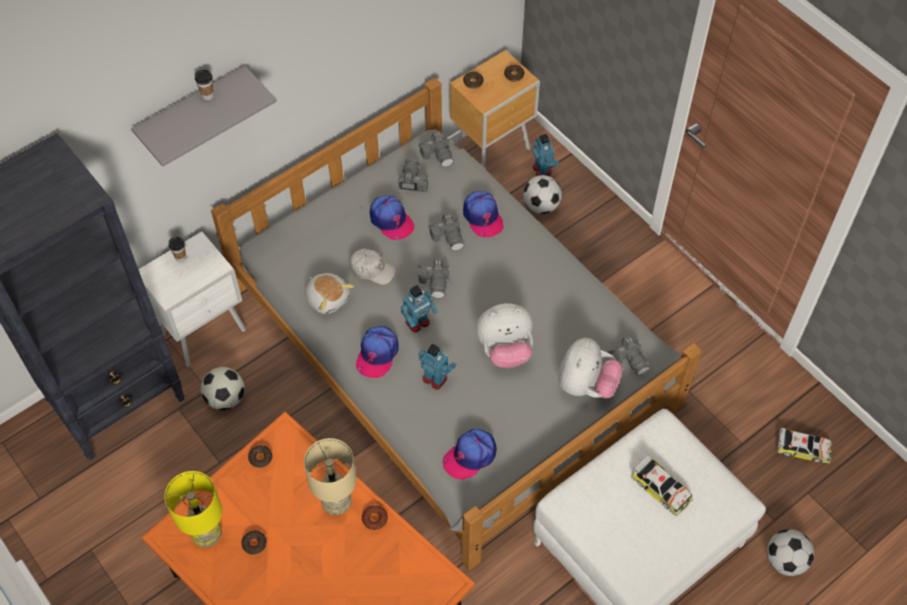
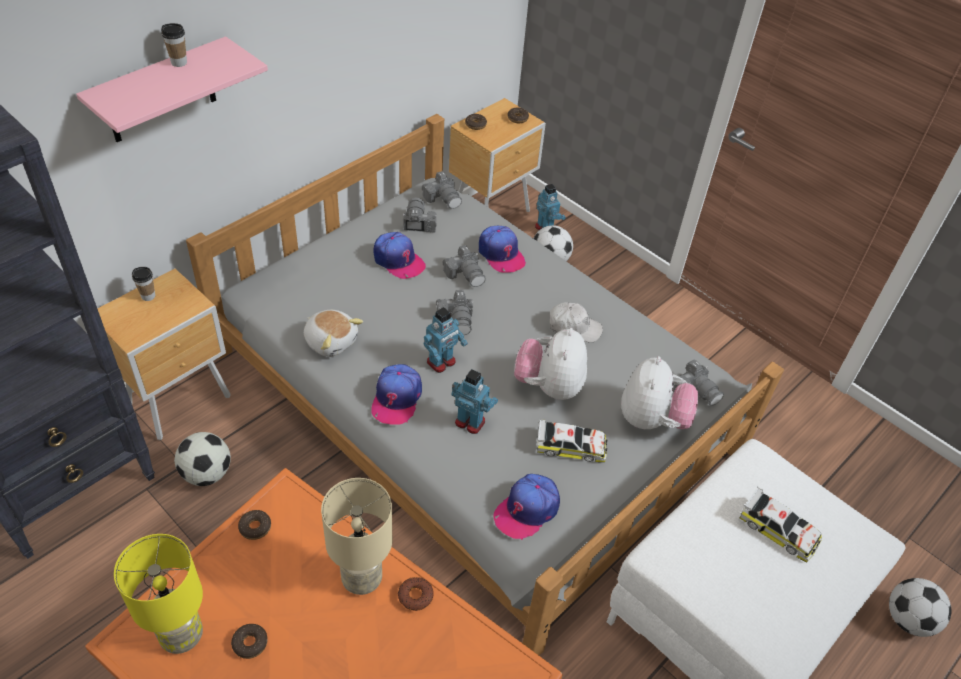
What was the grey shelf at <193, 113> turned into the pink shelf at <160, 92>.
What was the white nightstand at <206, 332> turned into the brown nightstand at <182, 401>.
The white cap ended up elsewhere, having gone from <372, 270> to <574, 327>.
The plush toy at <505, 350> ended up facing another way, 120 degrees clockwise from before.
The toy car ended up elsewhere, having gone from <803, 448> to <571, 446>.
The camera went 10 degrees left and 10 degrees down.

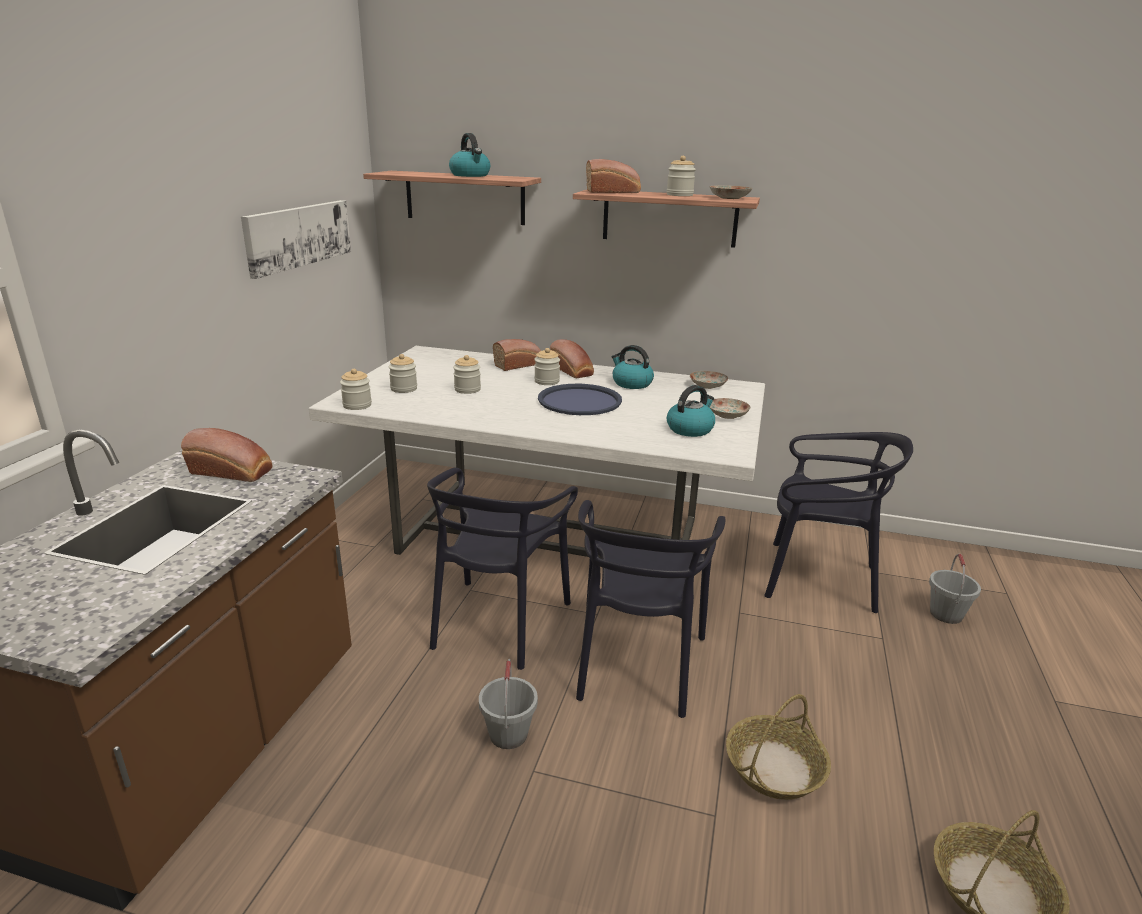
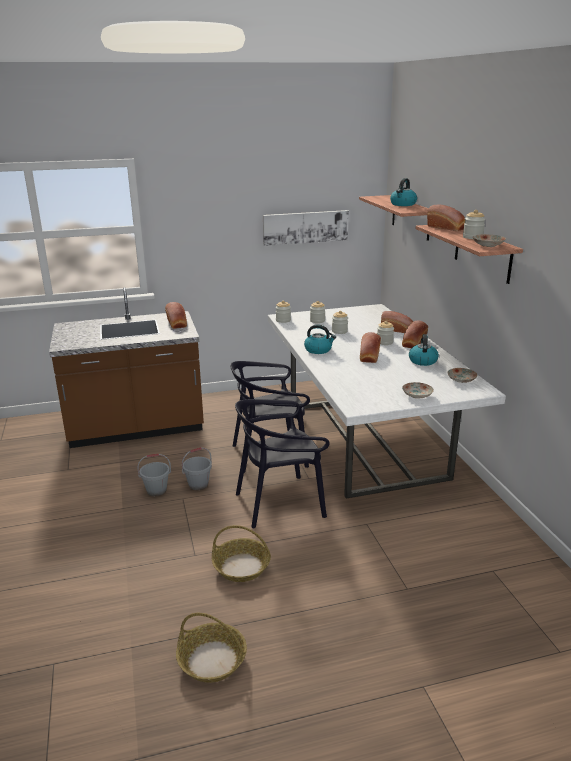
Where the blue tray stood at <580, 401>, the bread came to stand at <369, 356>.
The kettle ended up elsewhere, having gone from <690, 429> to <318, 350>.
The second view lost the black chair at <818, 578>.
The grey bucket ended up elsewhere, having gone from <946, 614> to <156, 491>.
The camera went 60 degrees right and 0 degrees up.

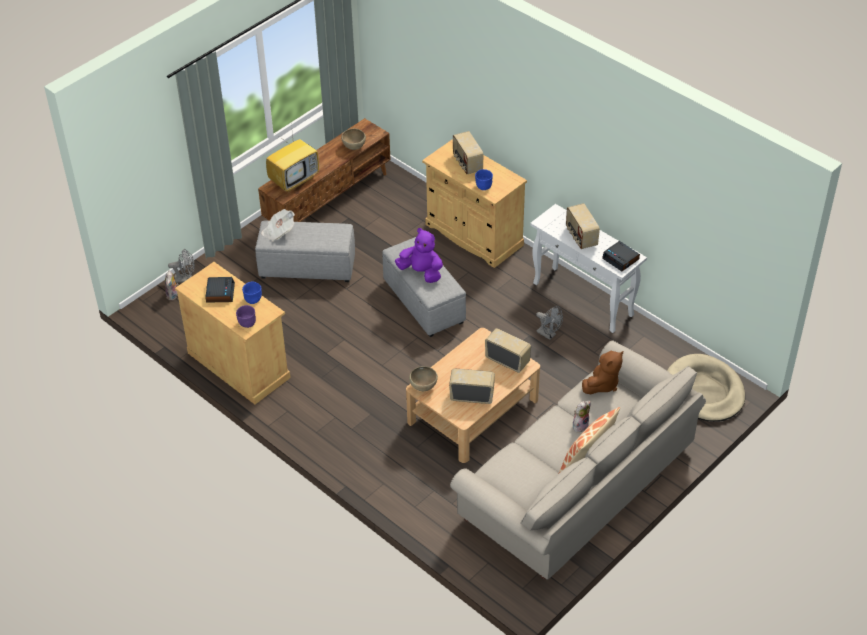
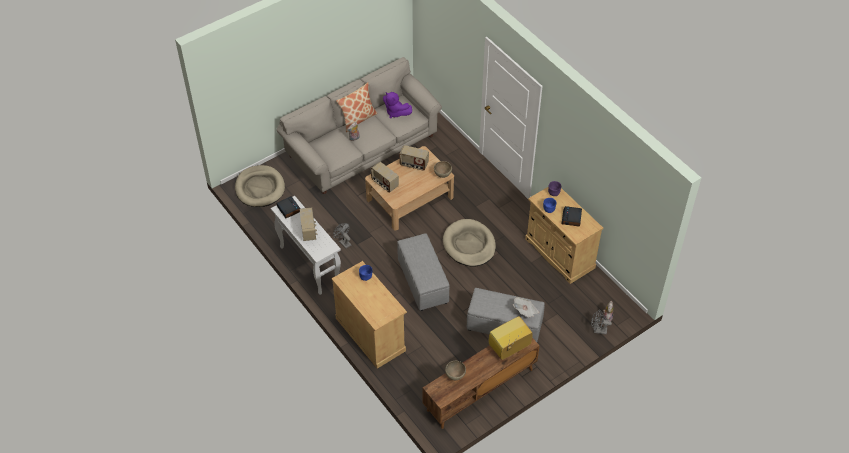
The purple plush toy ended up elsewhere, having gone from <421, 272> to <395, 112>.
The second view lost the radio at <467, 163>.
The second view lost the brown plush toy at <602, 384>.
The second view gained the beige dog bed at <469, 245>.
The camera went 170 degrees left and 5 degrees up.

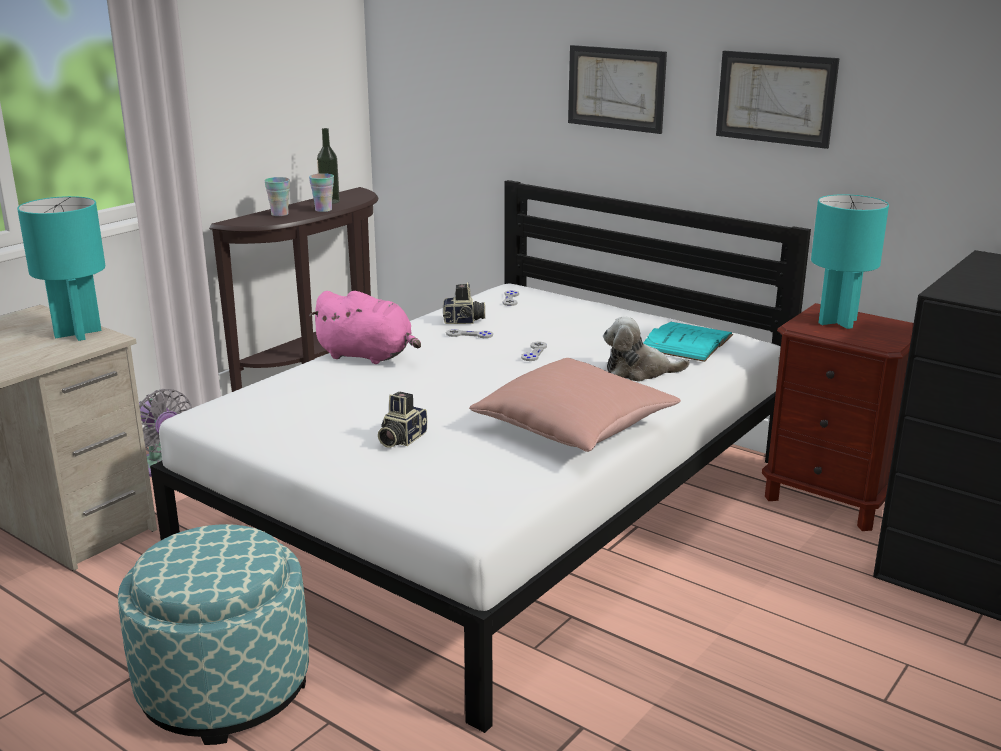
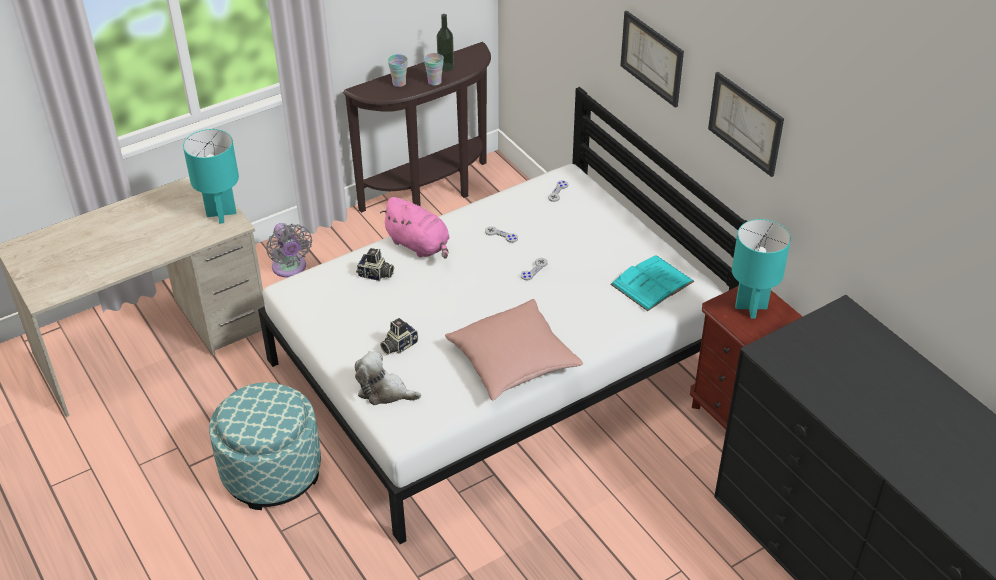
The photo camera ended up elsewhere, having gone from <464, 321> to <376, 275>.
The plush toy ended up elsewhere, having gone from <639, 372> to <384, 392>.
The camera went 20 degrees right and 20 degrees up.

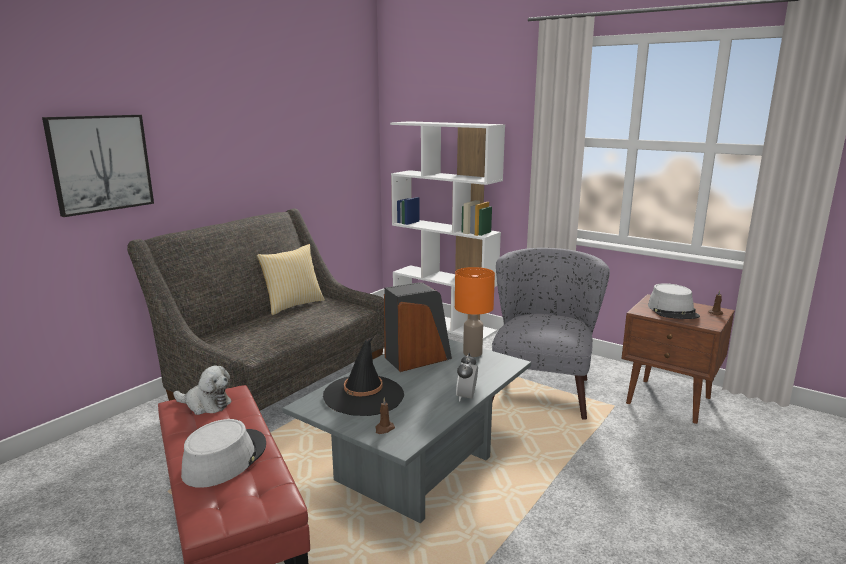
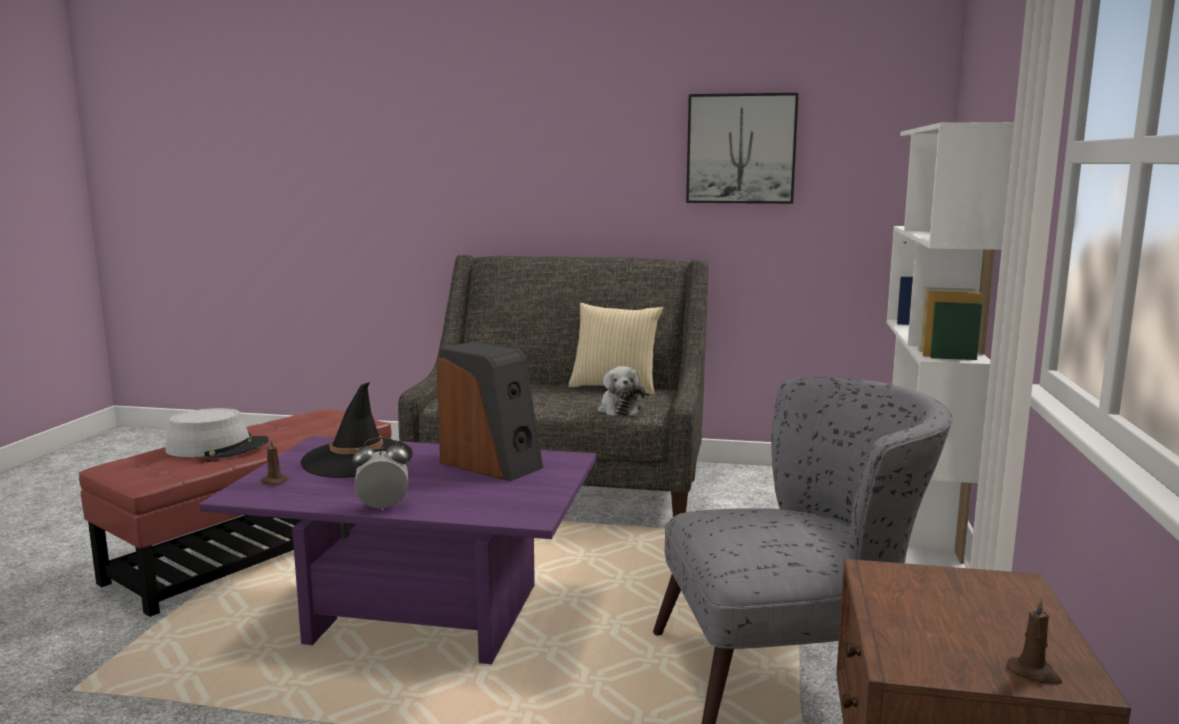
The picture ended up elsewhere, having gone from <100, 163> to <741, 149>.
The plush toy ended up elsewhere, having gone from <205, 404> to <619, 409>.
What was the grey coffee table at <417, 471> turned into the purple coffee table at <419, 617>.
The second view lost the orange table lamp at <472, 353>.
The second view lost the grey hat at <673, 311>.
The camera went 65 degrees right and 5 degrees down.

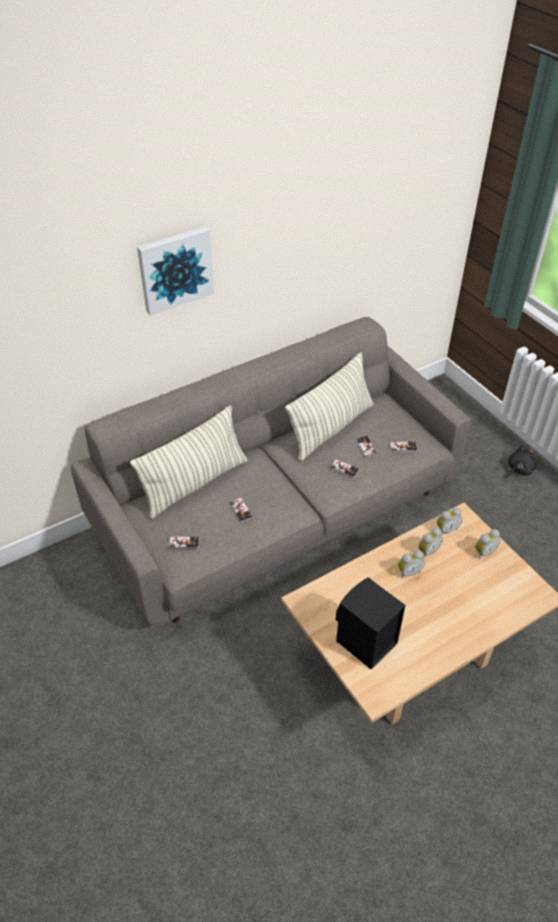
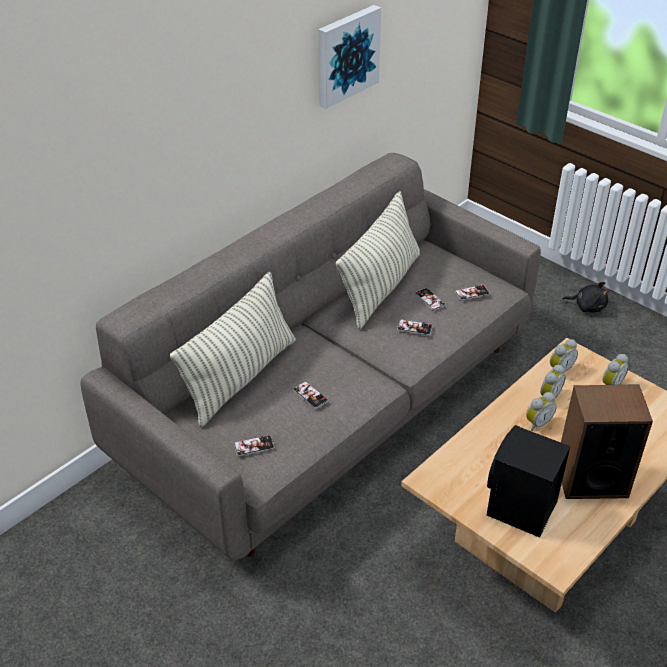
The picture ended up elsewhere, having gone from <175, 269> to <346, 55>.
The black plush toy at <518, 469> ended up facing another way, 75 degrees clockwise from before.
The second view gained the speaker at <591, 479>.
The camera went 15 degrees left and 5 degrees down.

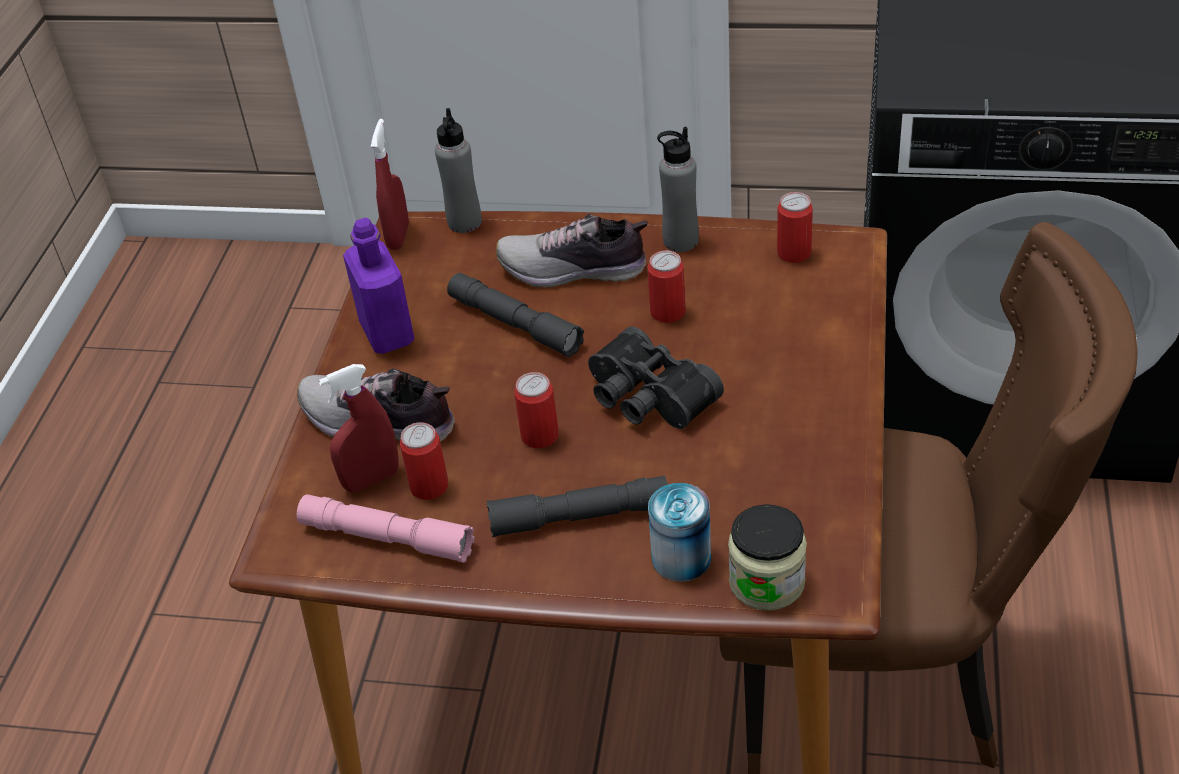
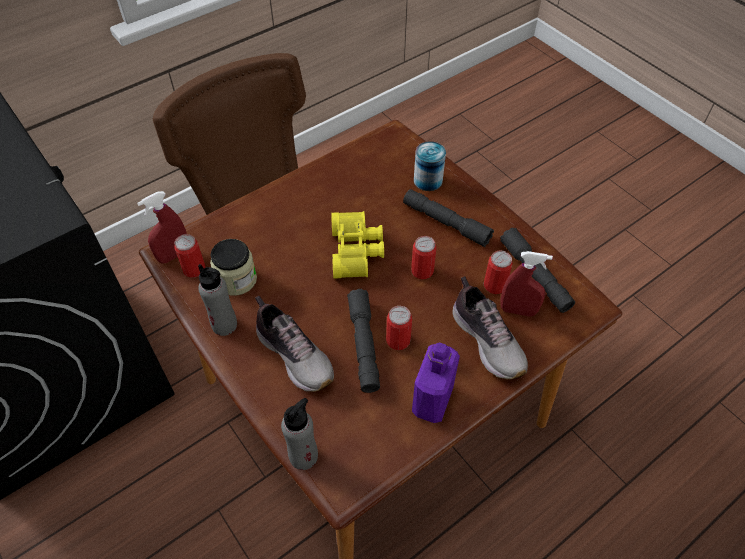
What was the pink flashlight at <387, 538> turned into the grey flashlight at <535, 275>.
The red spray bottle ended up elsewhere, having gone from <398, 236> to <174, 255>.
What was the black binoculars at <646, 398> turned into the yellow binoculars at <357, 251>.
The can ended up elsewhere, having gone from <668, 312> to <398, 340>.
The jar ended up elsewhere, having gone from <767, 582> to <236, 280>.
The camera went 140 degrees left and 10 degrees up.

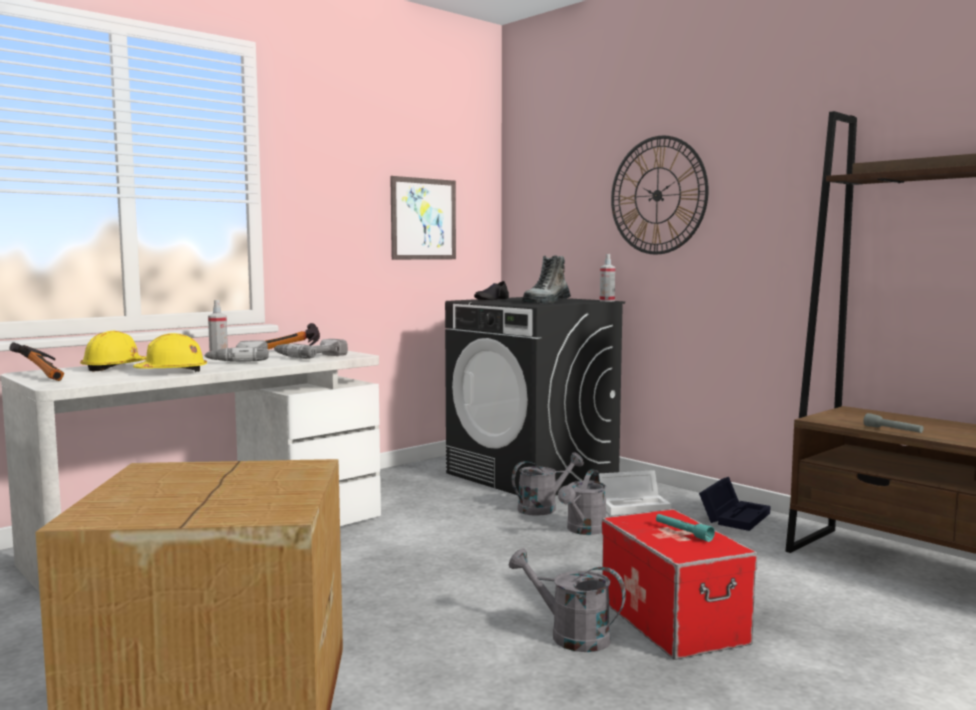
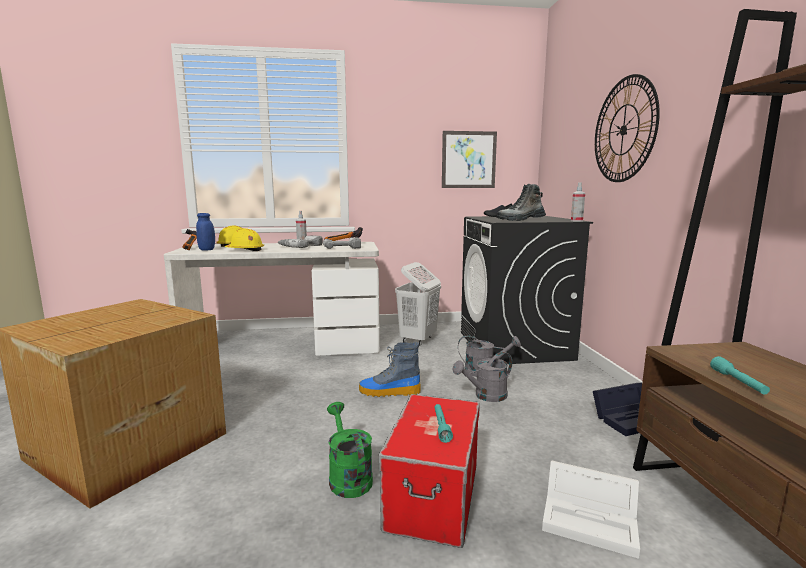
What was the grey watering can at <569, 635> turned into the green watering can at <348, 476>.
The white storage box ended up elsewhere, having gone from <633, 505> to <592, 521>.
What was the grey flashlight at <893, 430> turned into the turquoise flashlight at <738, 383>.
The second view gained the blue jar at <207, 249>.
The second view gained the boot at <389, 392>.
The second view gained the white laundry basket at <418, 339>.
The camera went 35 degrees right and 5 degrees up.

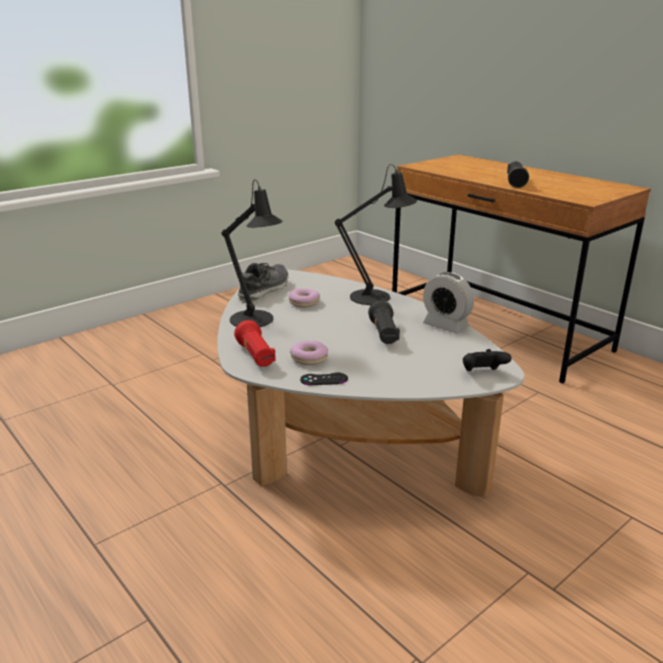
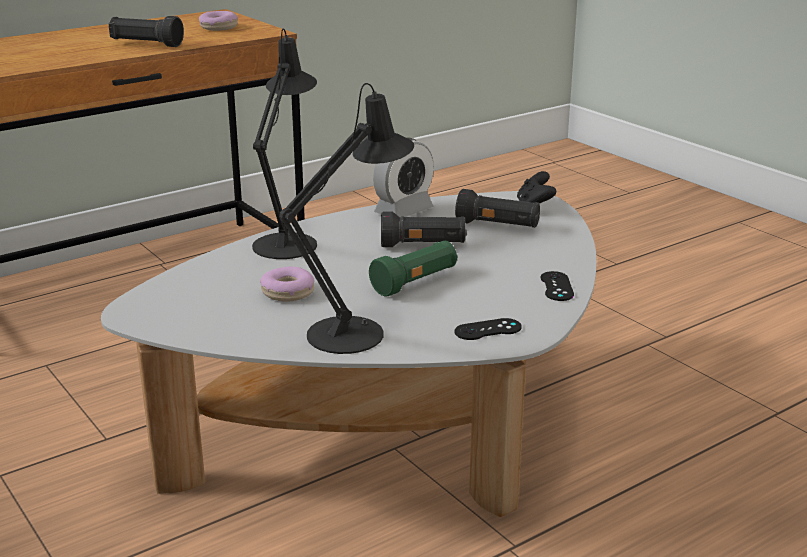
Where the red flashlight stood at <256, 356>, the black game controller came to stand at <488, 330>.
The second view lost the shoe at <264, 290>.
The donut ended up elsewhere, having gone from <309, 358> to <218, 27>.
The second view gained the green flashlight at <415, 282>.
The second view gained the black flashlight at <498, 226>.
The camera went 85 degrees left and 0 degrees up.

